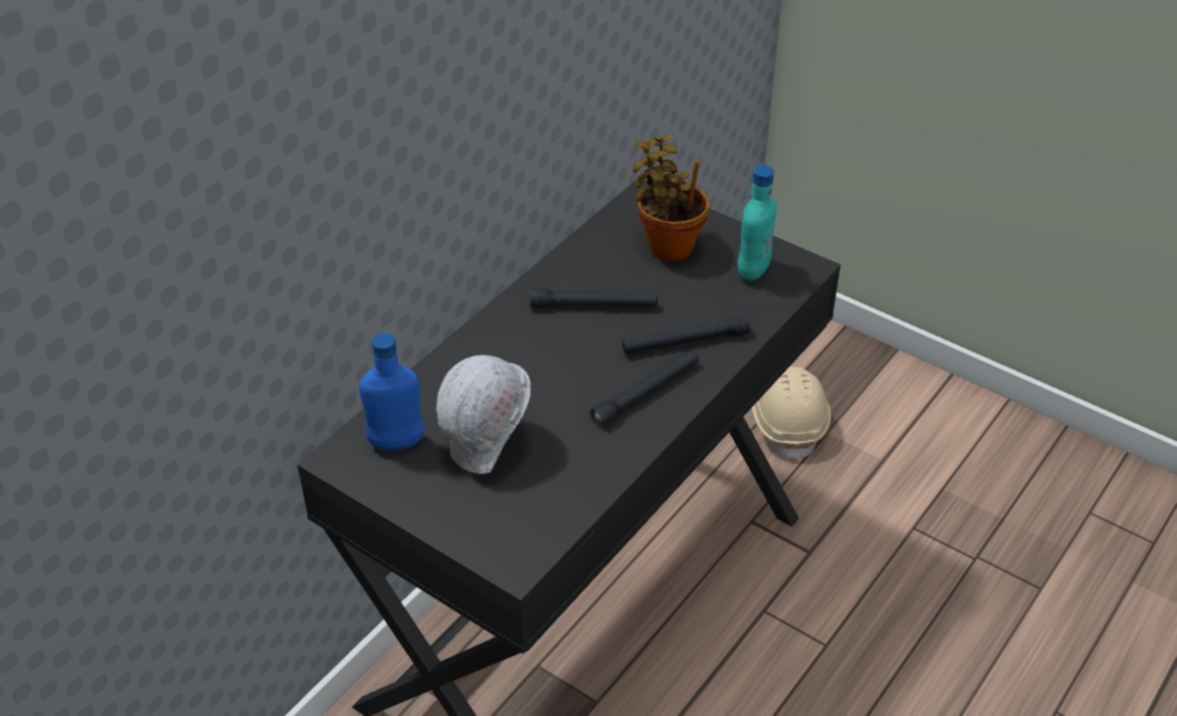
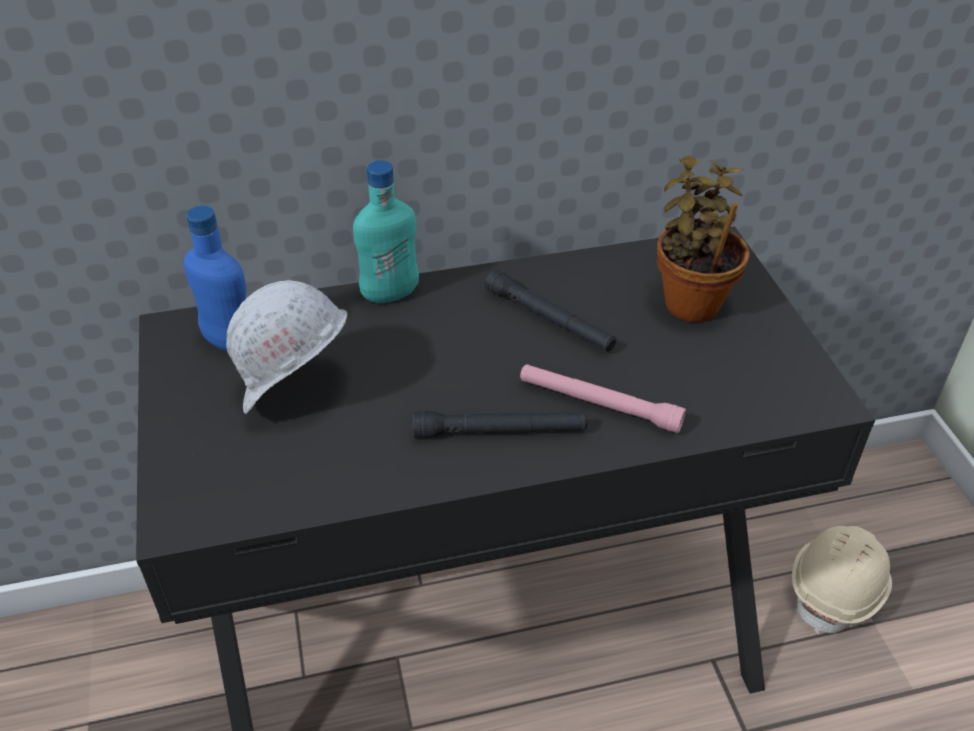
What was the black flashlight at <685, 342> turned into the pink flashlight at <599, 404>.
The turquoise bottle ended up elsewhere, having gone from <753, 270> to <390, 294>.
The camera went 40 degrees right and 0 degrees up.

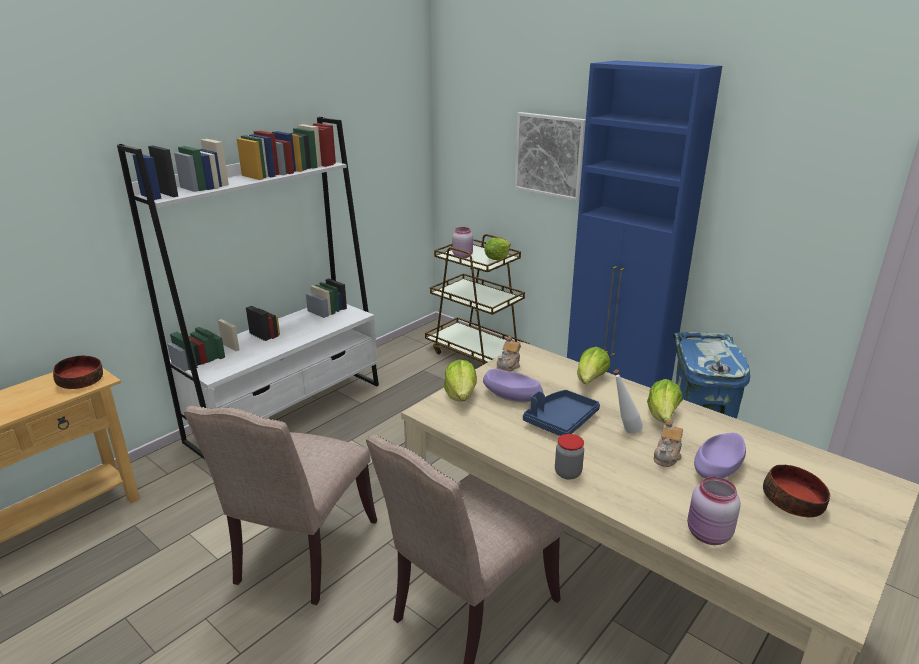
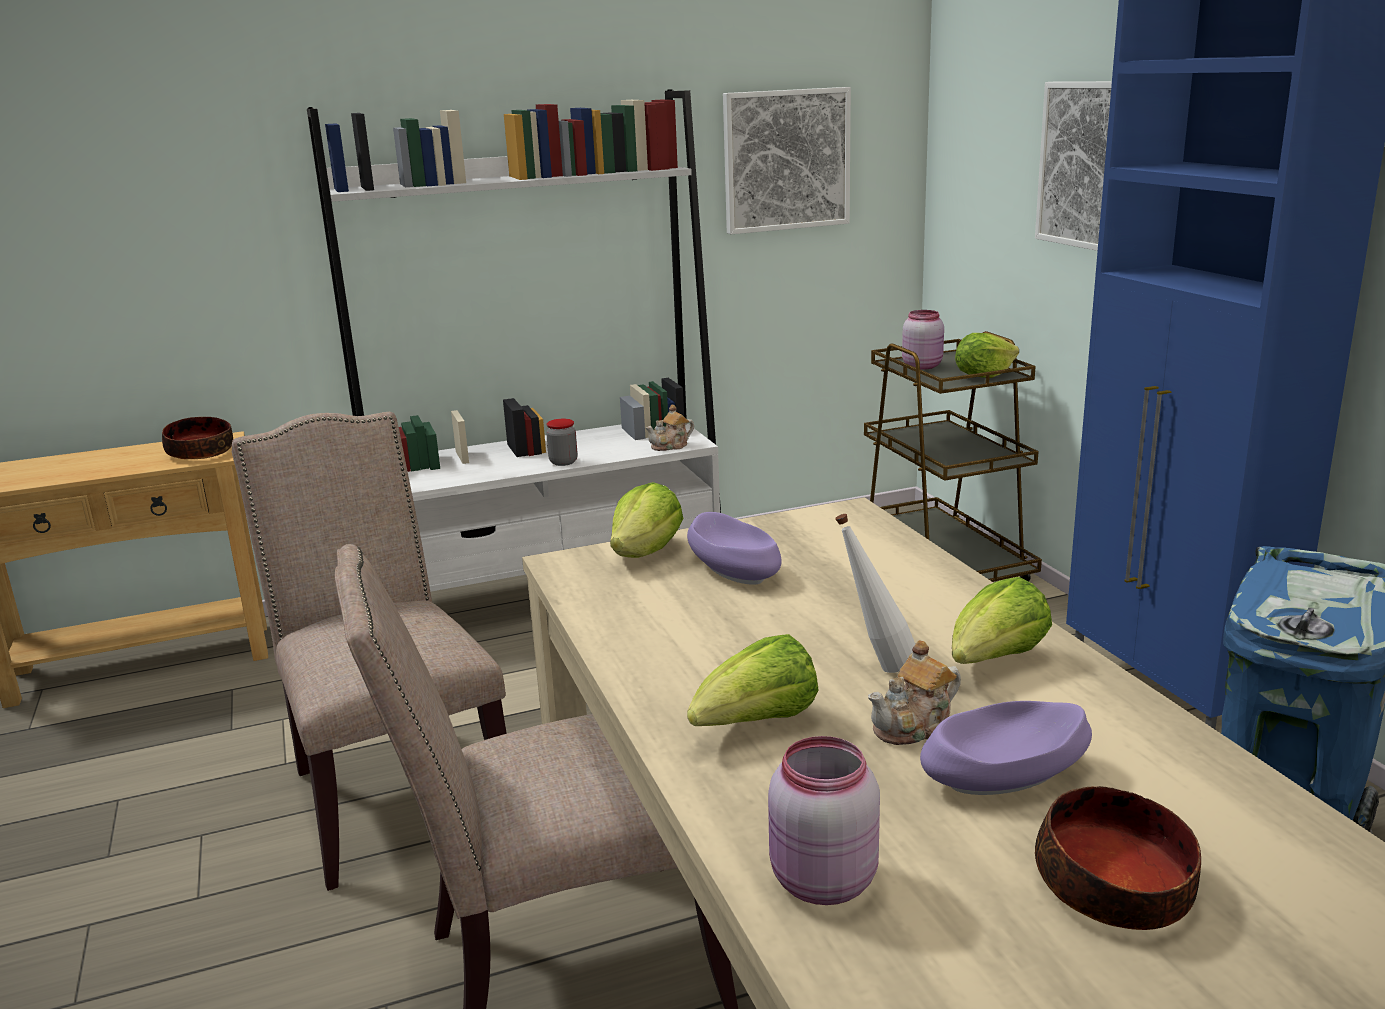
The beige chair at <302, 554> ended up facing another way, 105 degrees clockwise from before.
The teapot ended up elsewhere, having gone from <509, 366> to <671, 446>.
The second view lost the blue tray at <560, 420>.
The jar ended up elsewhere, having gone from <568, 473> to <563, 462>.
The lettuce ended up elsewhere, having gone from <590, 380> to <757, 724>.
The second view gained the picture at <786, 160>.
The camera went 30 degrees right and 5 degrees down.

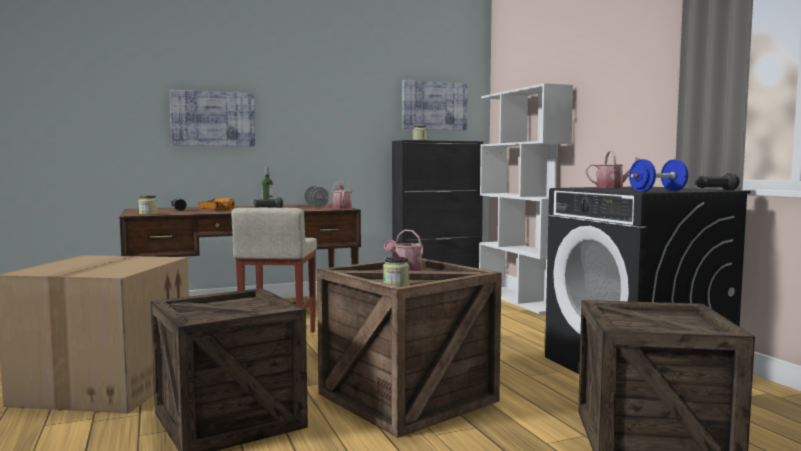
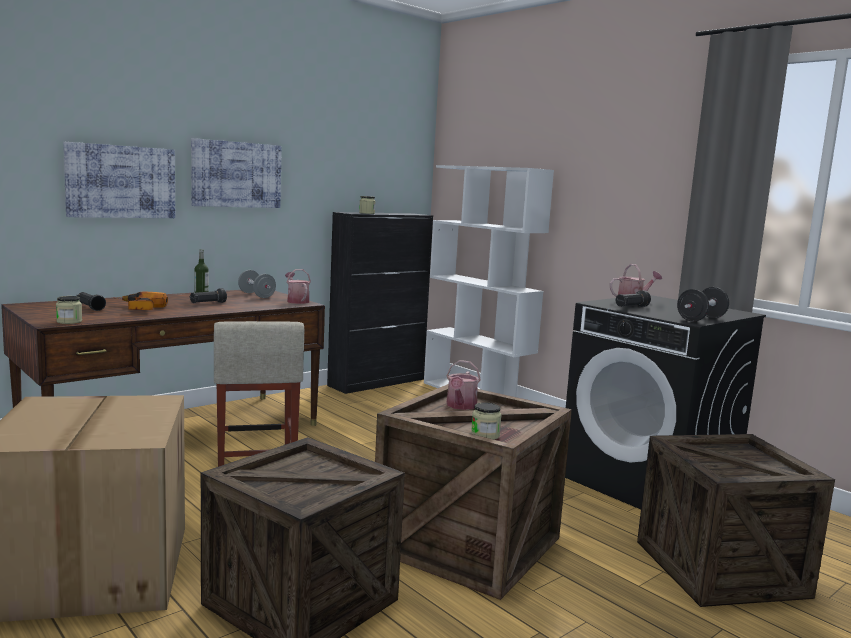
The picture ended up elsewhere, having gone from <434, 106> to <236, 174>.
What was the blue dumbbell at <657, 191> turned into the black dumbbell at <701, 319>.
The black flashlight ended up elsewhere, having gone from <716, 190> to <631, 307>.
The camera went 20 degrees left and 5 degrees up.

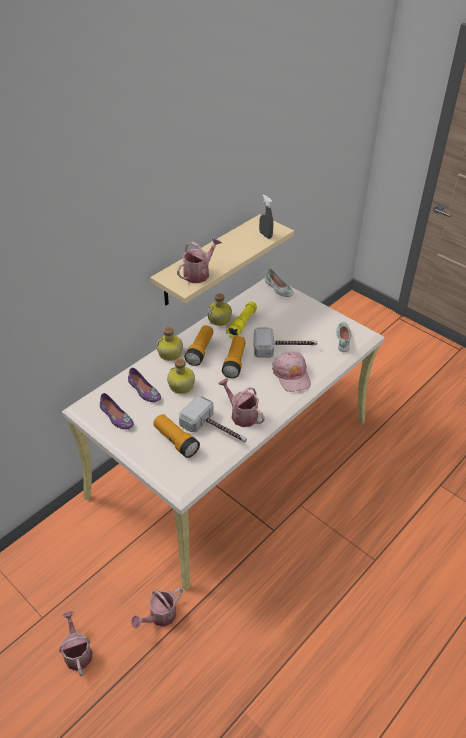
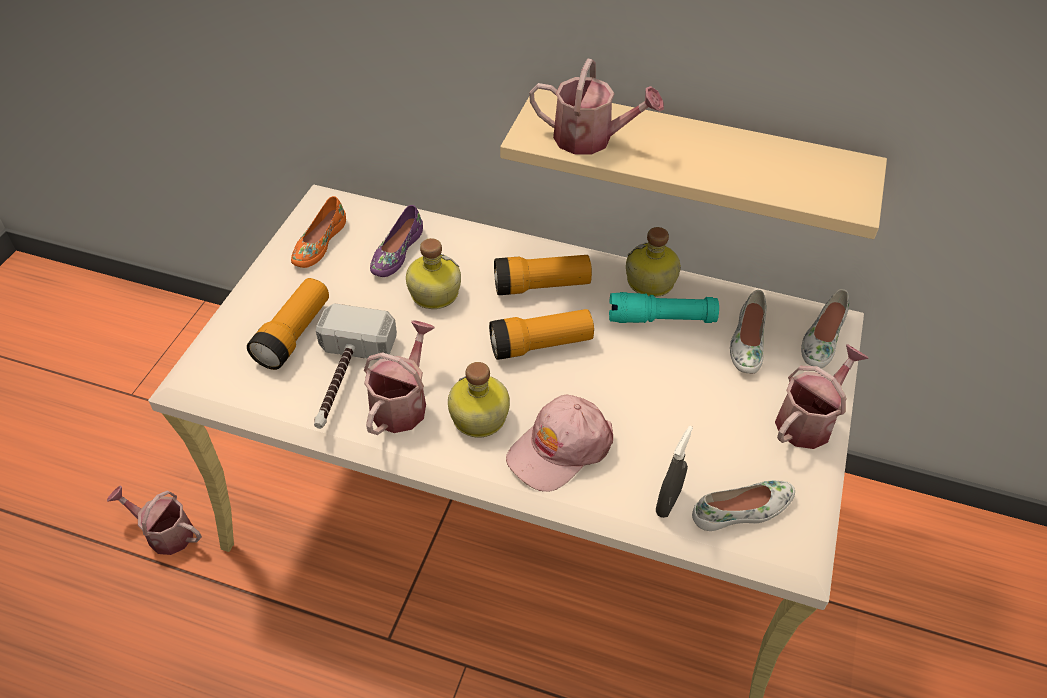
The watering can ended up elsewhere, having gone from <77, 652> to <809, 420>.
What was the purple shoe at <116, 417> turned into the orange shoe at <318, 243>.
The bottle ended up elsewhere, having gone from <170, 354> to <478, 418>.
What was the yellow flashlight at <242, 324> turned into the turquoise flashlight at <661, 319>.
The second view lost the hammer at <284, 348>.
The grey spray bottle ended up elsewhere, having gone from <265, 235> to <668, 502>.
The second view gained the white shoe at <747, 342>.
The camera went 65 degrees right and 5 degrees up.

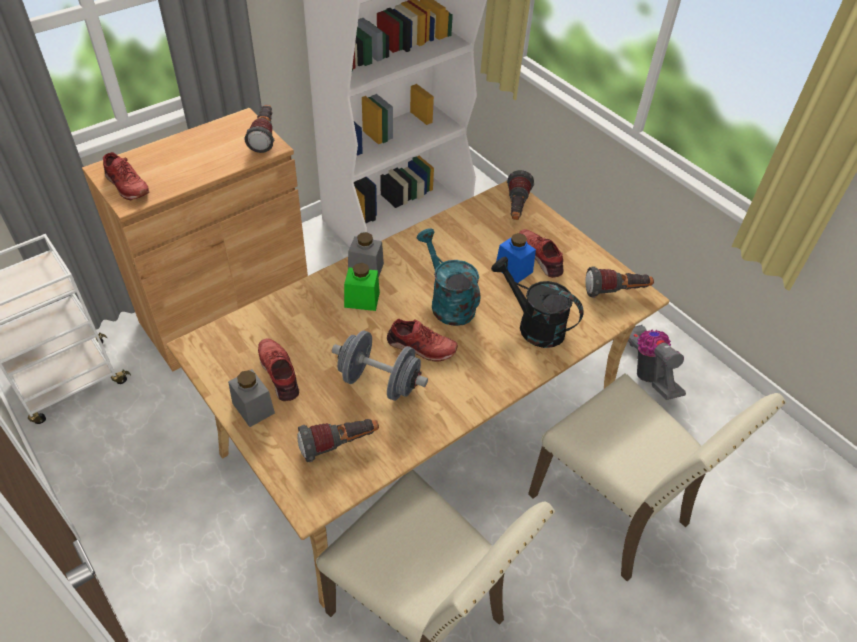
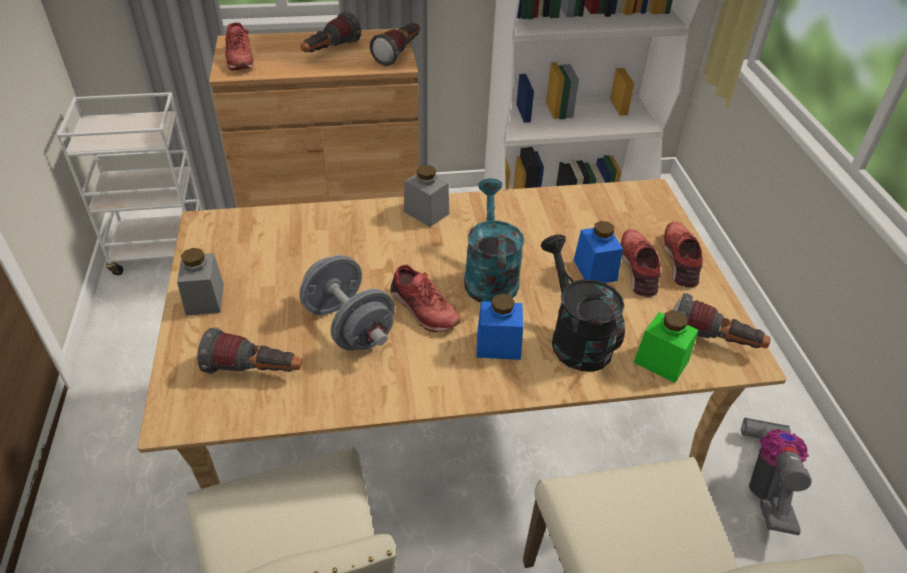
The red shoe ended up elsewhere, having gone from <280, 373> to <681, 259>.
The green jar ended up elsewhere, having gone from <362, 300> to <661, 361>.
The flashlight ended up elsewhere, having gone from <516, 208> to <329, 52>.
The second view gained the blue jar at <498, 345>.
The camera went 30 degrees right and 5 degrees down.

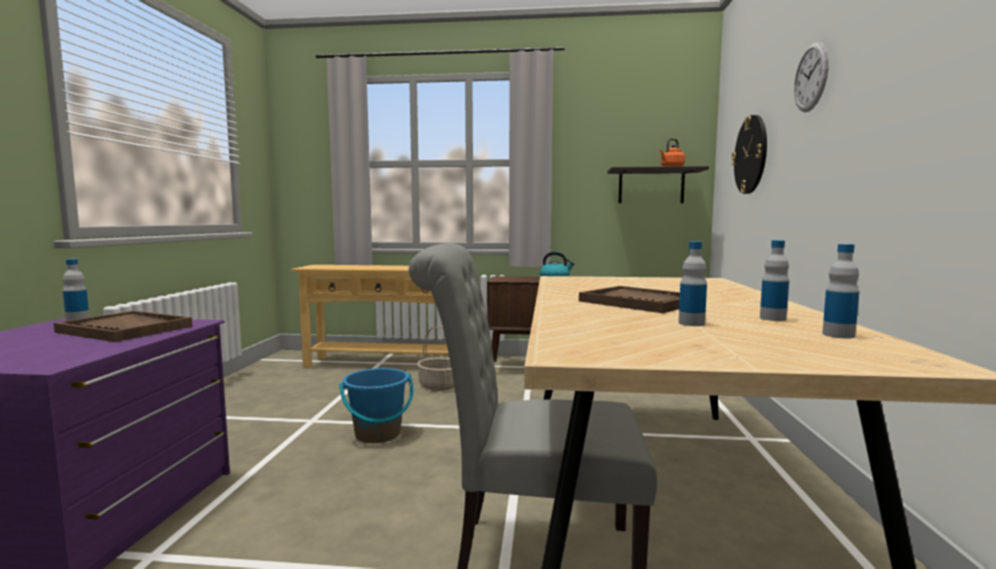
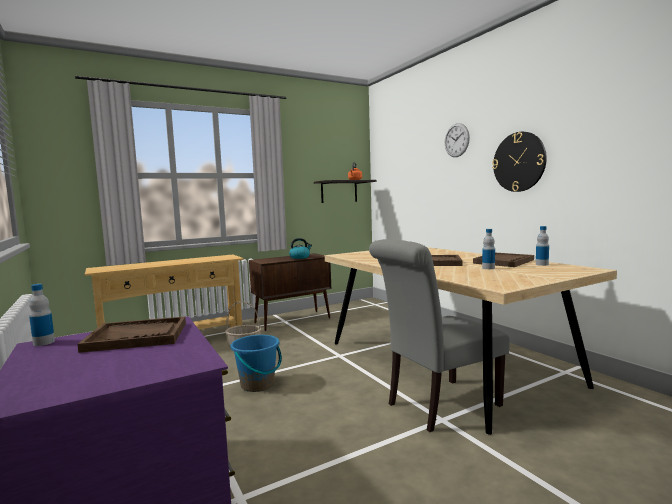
The wall clock ended up elsewhere, having gone from <751, 155> to <519, 162>.
Where the bottle stood at <772, 318>, the brown tray came to stand at <503, 261>.
The camera went 35 degrees left and 0 degrees up.

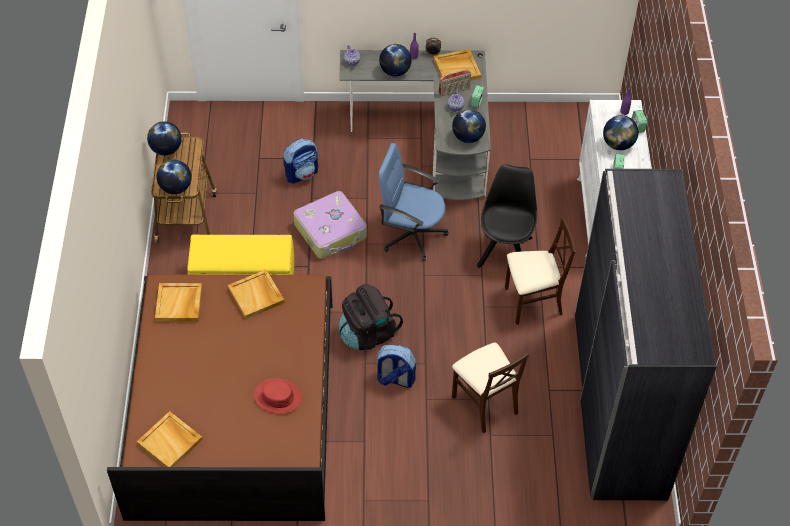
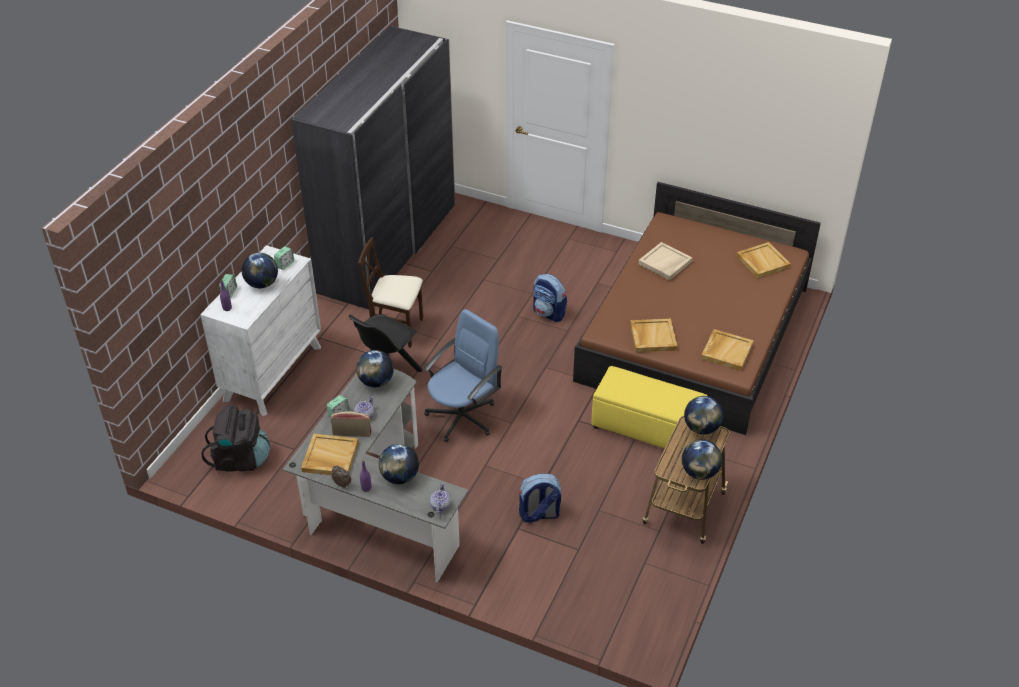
Where the red hat stood at <277, 396>, the beige tray came to stand at <665, 263>.
The second view lost the suitcase at <331, 231>.
The black backpack ended up elsewhere, having gone from <367, 333> to <240, 459>.
The blue office chair at <411, 234> ended up facing another way, 90 degrees counterclockwise from before.
The second view lost the beige chair at <485, 403>.
The camera went 155 degrees left and 10 degrees down.

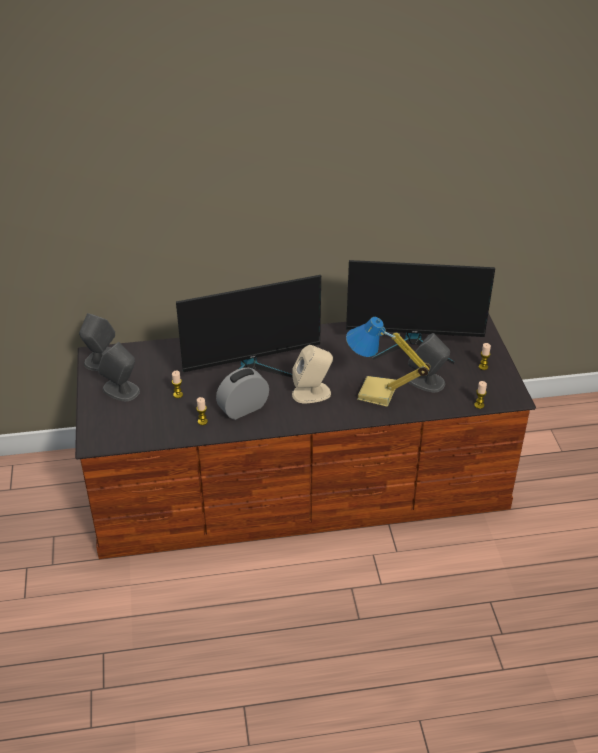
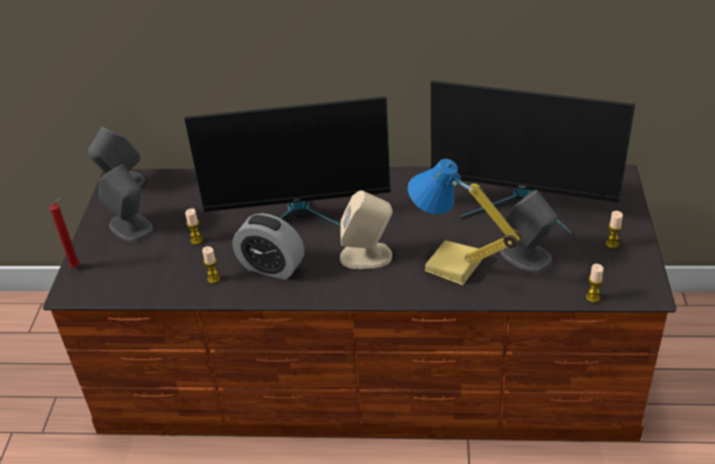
The alarm clock at <243, 408> ended up facing another way, 135 degrees counterclockwise from before.
The second view gained the red candle at <77, 267>.
The camera went 15 degrees right and 0 degrees up.

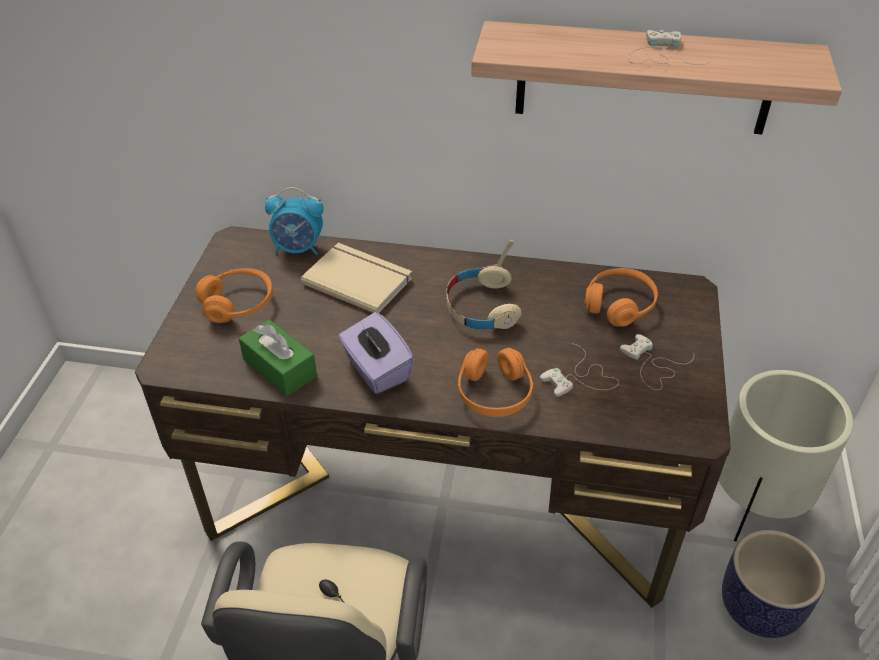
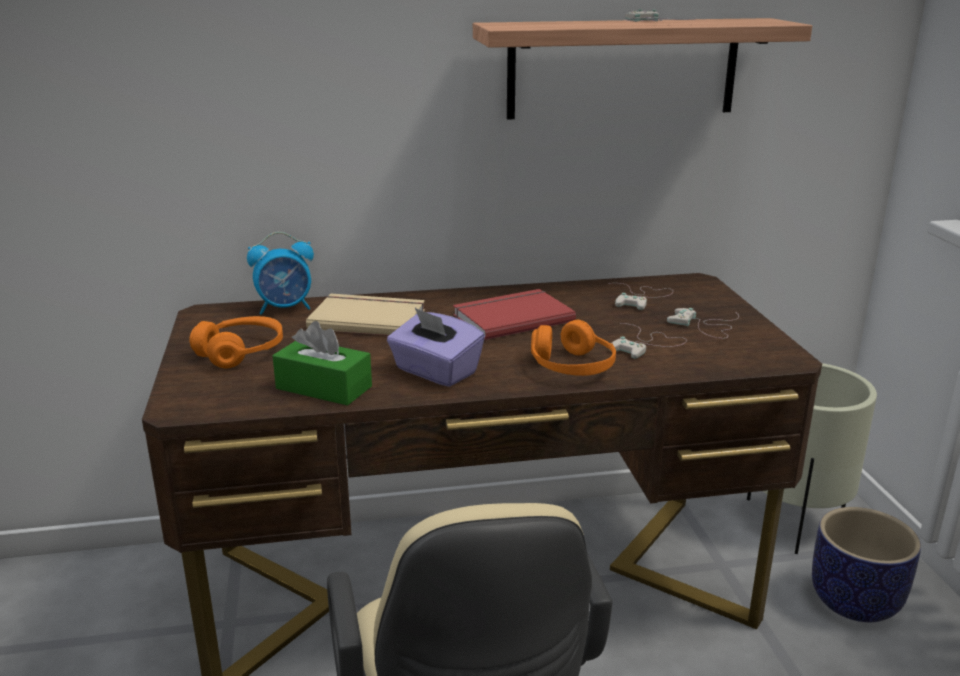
Where the beige headphones stood at <481, 307>, the red book came to stand at <511, 317>.
Where the orange headphones stood at <619, 305>, the white game controller came to stand at <641, 298>.
The camera went 20 degrees left and 20 degrees down.

